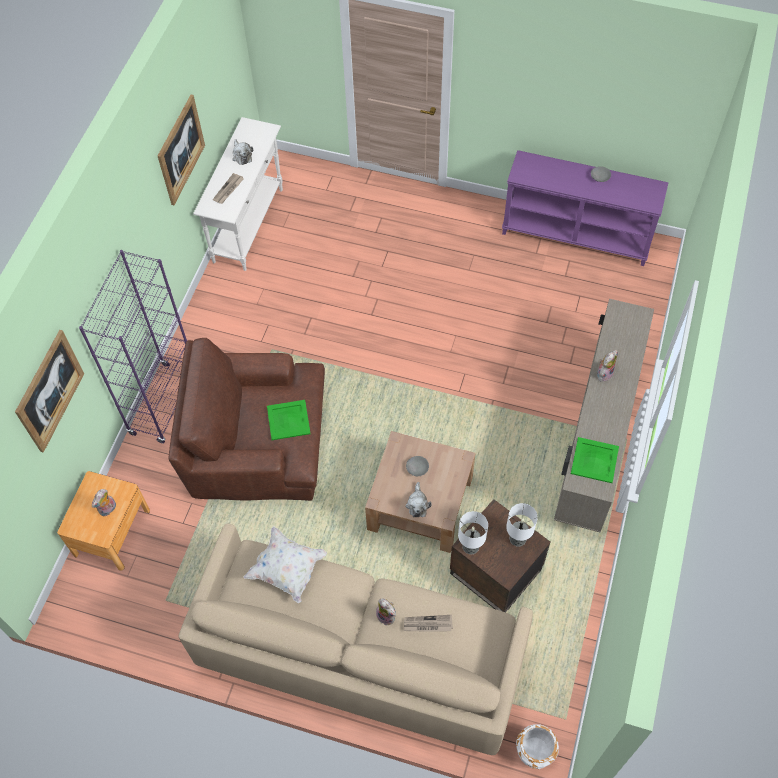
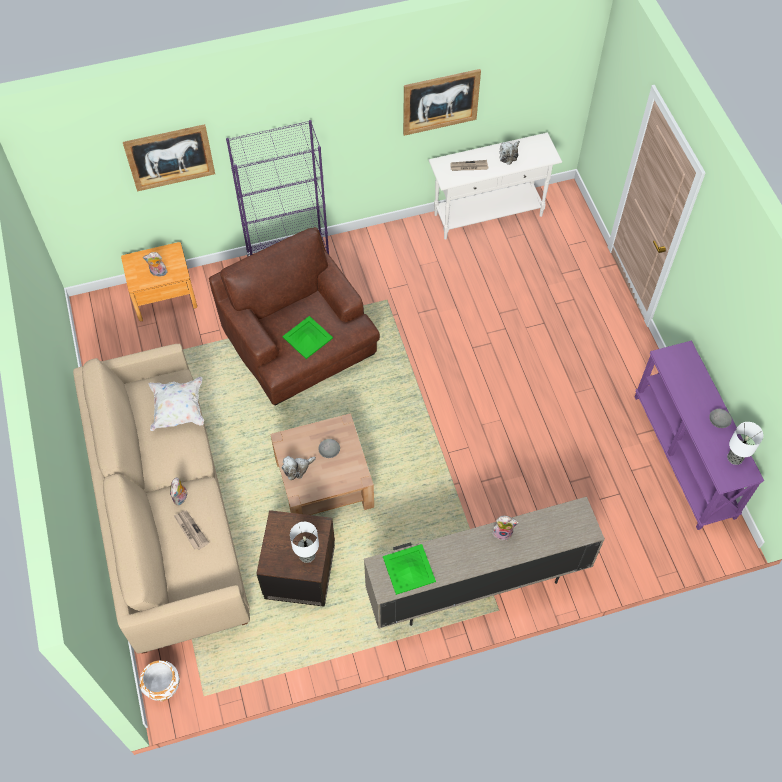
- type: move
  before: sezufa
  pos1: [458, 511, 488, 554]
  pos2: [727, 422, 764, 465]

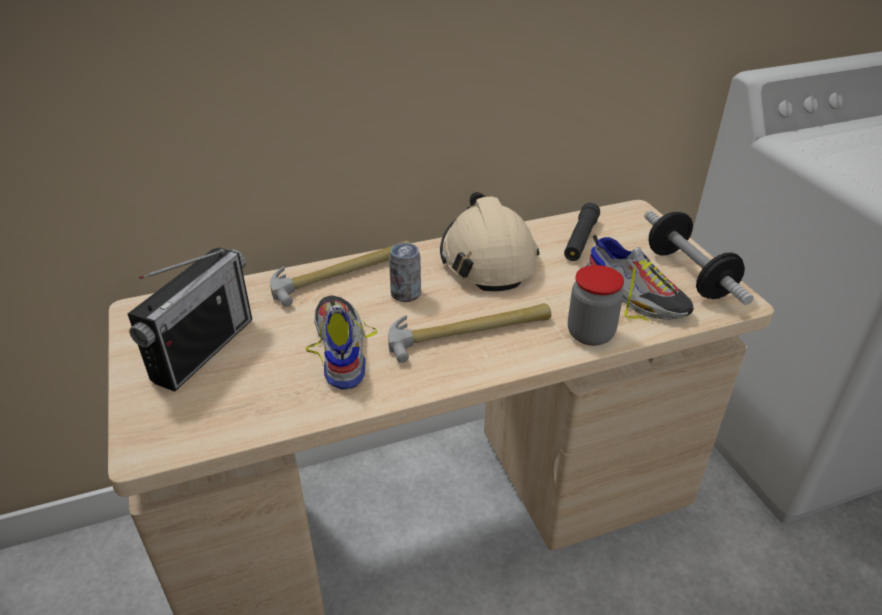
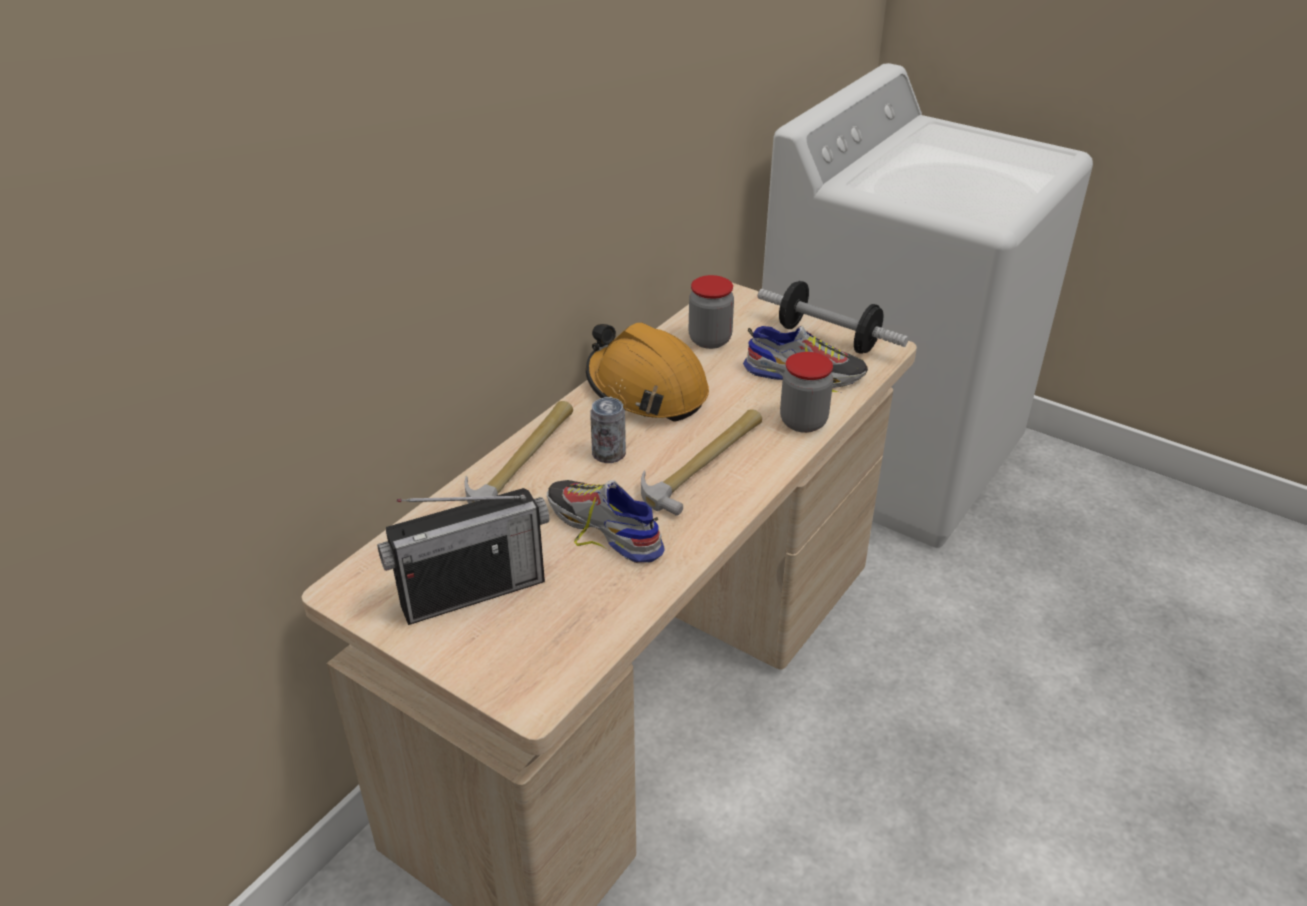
- type: replace
  before: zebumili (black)
  after: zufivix
  pos1: [564, 203, 600, 261]
  pos2: [689, 275, 734, 349]
- type: recolor
  before: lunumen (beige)
  after: lunumen (orange)
  pos1: [440, 192, 539, 291]
  pos2: [586, 323, 709, 422]
- type: rotate
  before: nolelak
  pos1: [128, 248, 252, 392]
  pos2: [377, 488, 549, 625]
  turn: 75

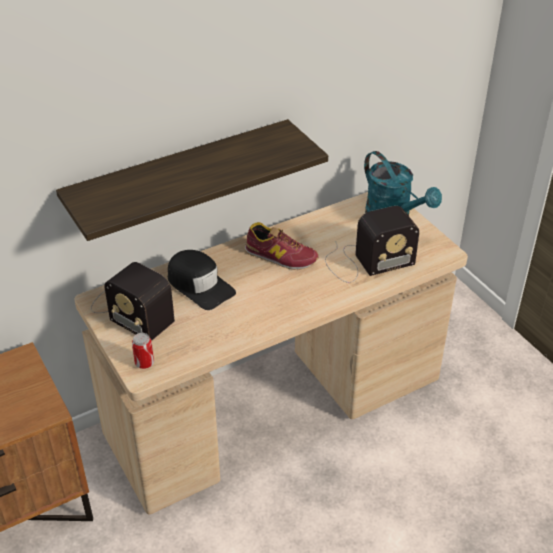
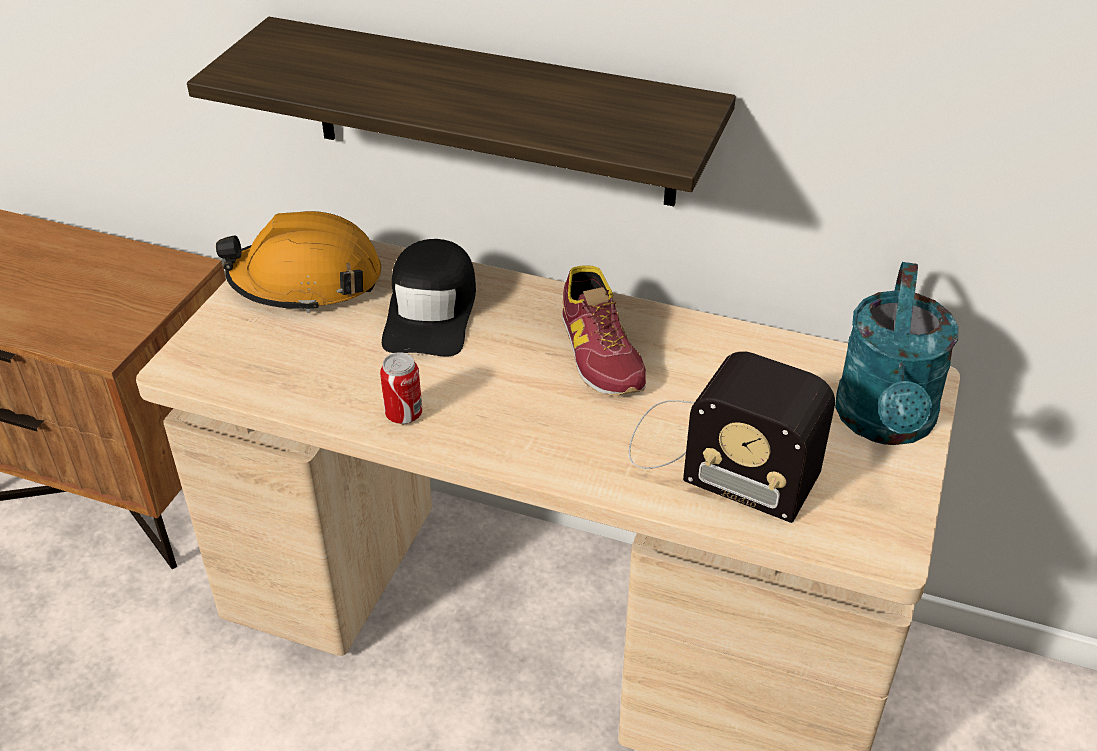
- type: move
  before: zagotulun
  pos1: [132, 333, 154, 369]
  pos2: [380, 352, 422, 424]
- type: replace
  before: nolelak
  after: lunumen (orange)
  pos1: [91, 262, 175, 340]
  pos2: [216, 211, 381, 313]

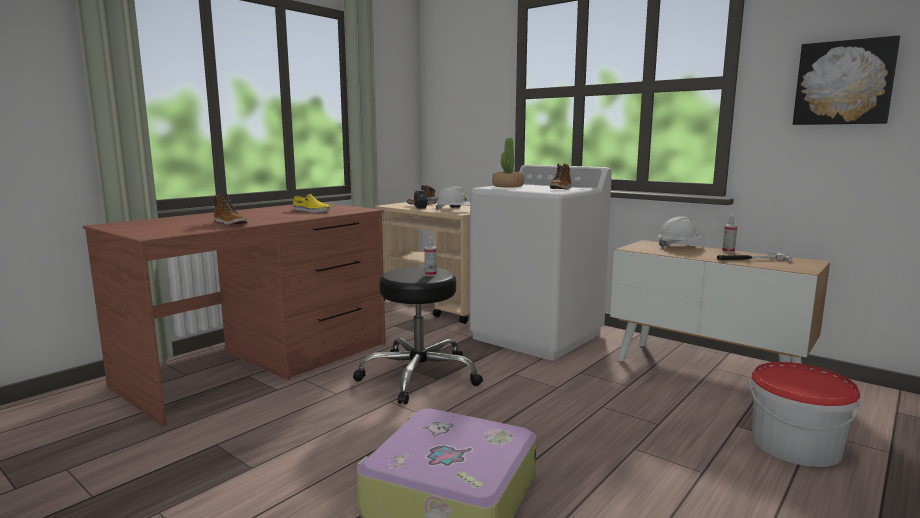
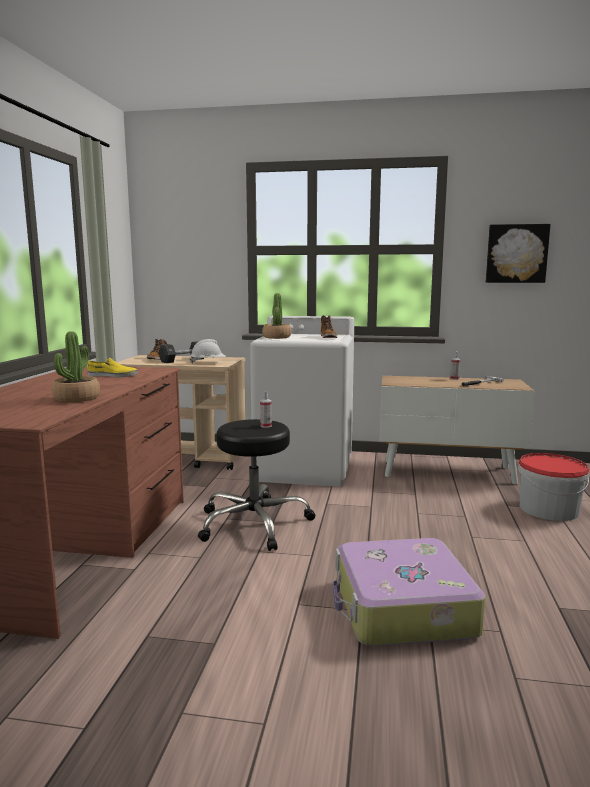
- type: delete
  before: lunumen (white)
  pos1: [658, 216, 703, 247]
- type: replace
  before: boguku
  after: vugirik
  pos1: [214, 194, 248, 226]
  pos2: [52, 331, 100, 403]

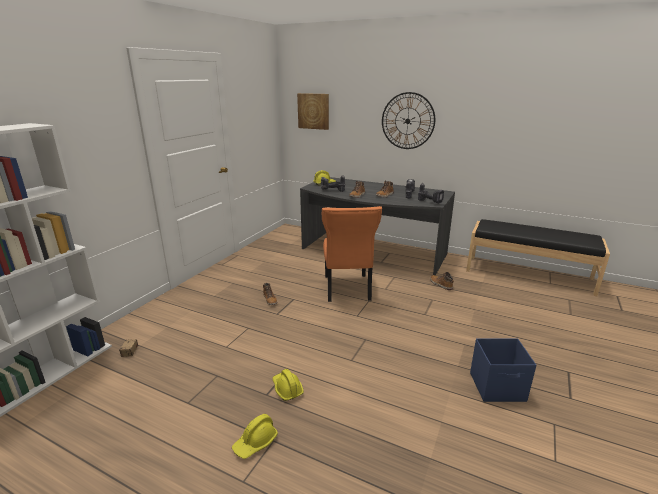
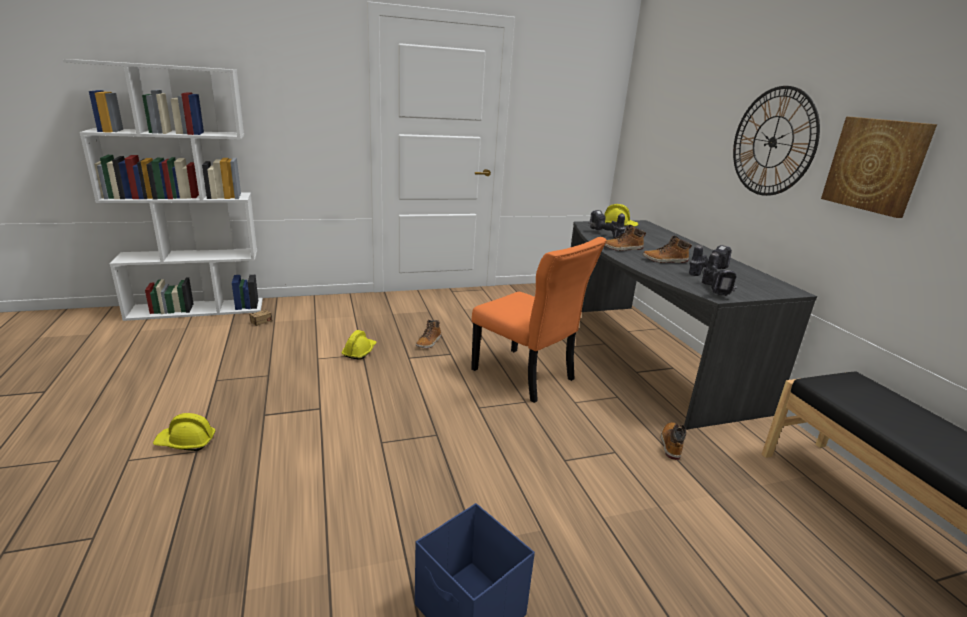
- type: move
  before: lunumen (yellow)
  pos1: [272, 369, 304, 401]
  pos2: [342, 330, 377, 360]
- type: move
  before: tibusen
  pos1: [297, 93, 329, 130]
  pos2: [821, 117, 937, 218]
- type: rotate
  before: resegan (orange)
  pos1: [322, 206, 382, 302]
  pos2: [471, 237, 607, 403]
  turn: -90

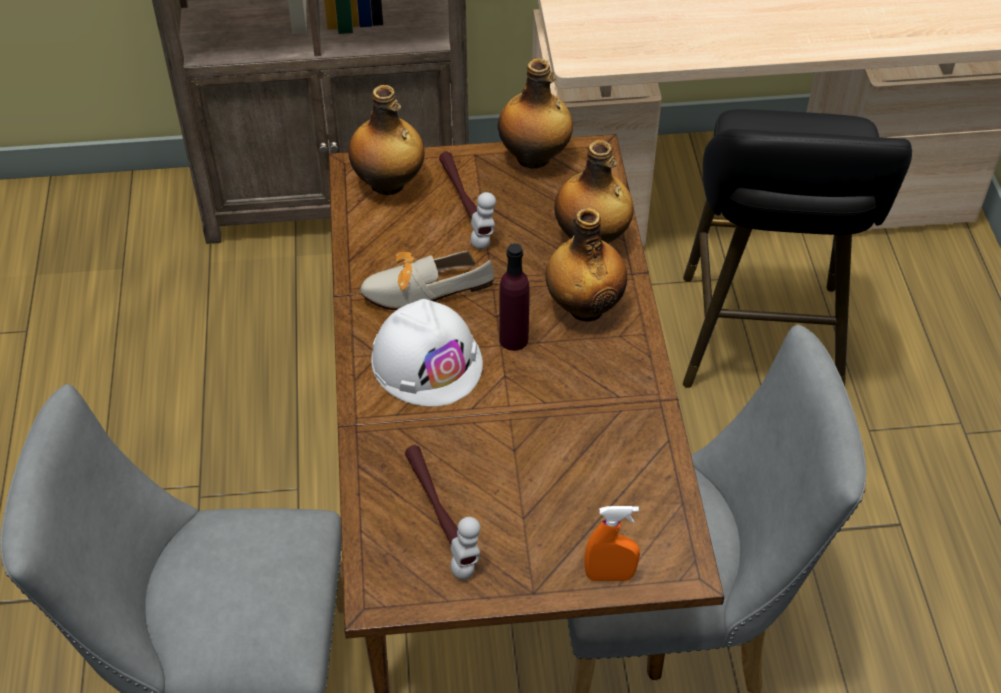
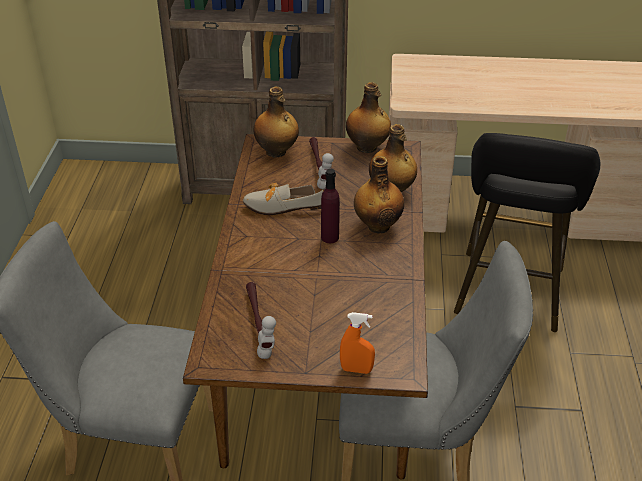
- type: delete
  before: lunumen (white)
  pos1: [371, 299, 483, 407]

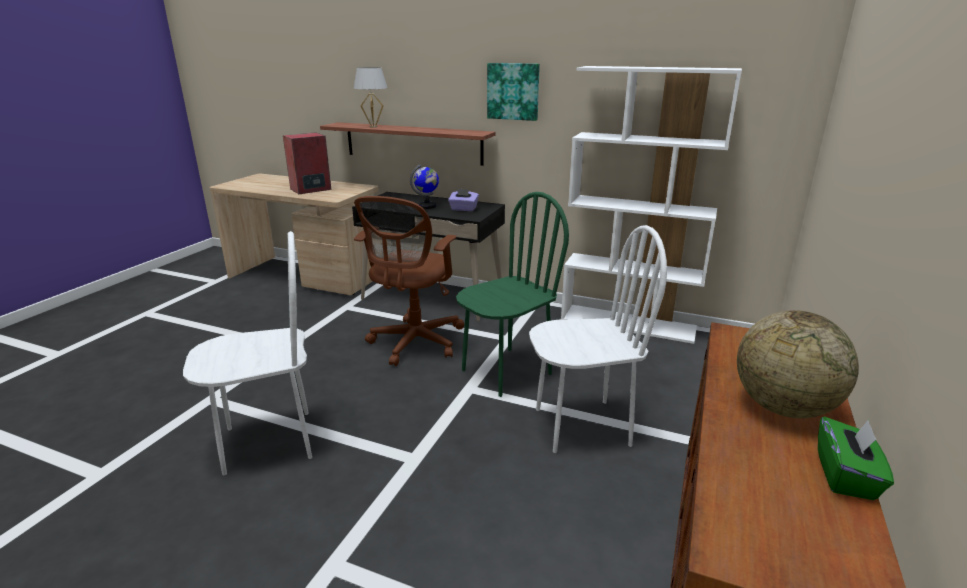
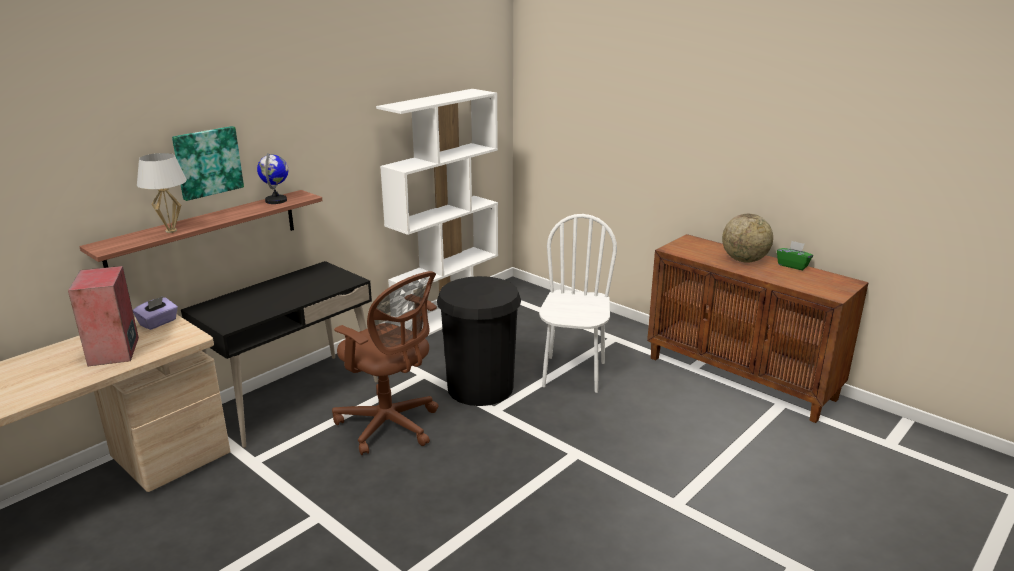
- type: delete
  before: resegan (white)
  pos1: [183, 231, 312, 475]
- type: move
  before: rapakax
  pos1: [410, 164, 439, 209]
  pos2: [257, 153, 289, 204]
- type: move
  before: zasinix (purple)
  pos1: [448, 188, 479, 211]
  pos2: [133, 296, 178, 330]
- type: move
  before: tibusen
  pos1: [487, 63, 540, 121]
  pos2: [172, 126, 244, 201]
- type: replace
  before: resegan (green)
  after: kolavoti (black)
  pos1: [456, 192, 569, 397]
  pos2: [437, 276, 521, 406]

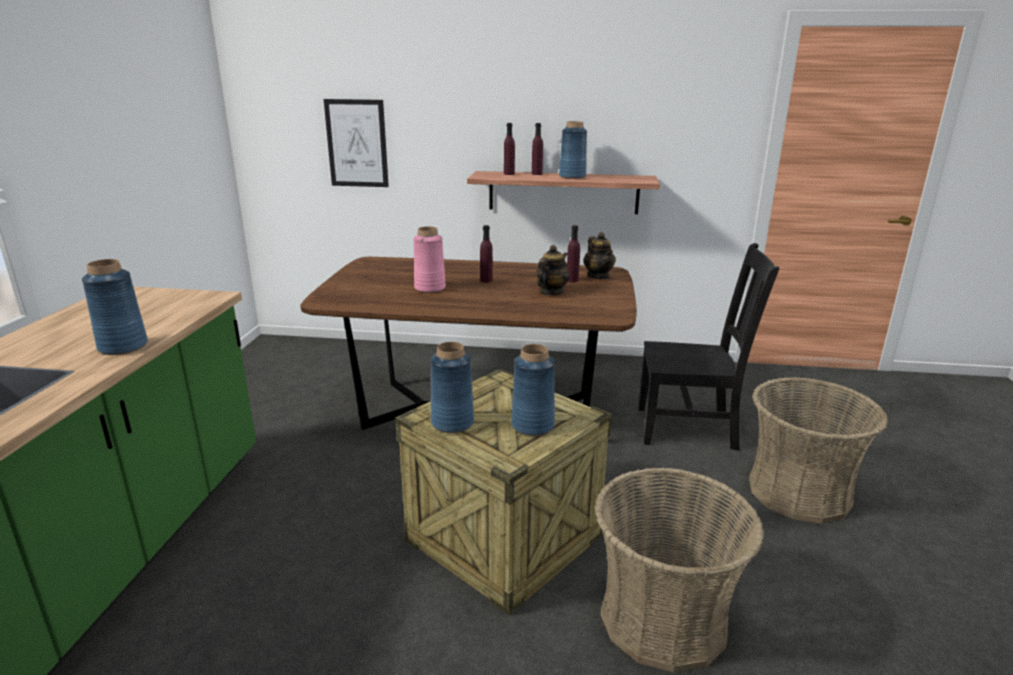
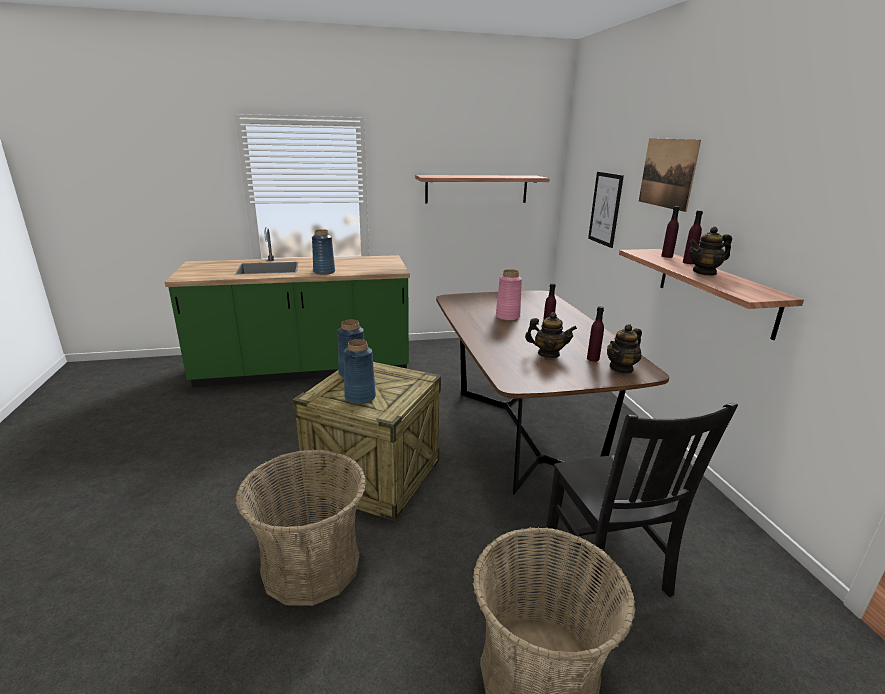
- type: insert
  after: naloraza
  pos2: [415, 175, 550, 203]
- type: insert
  after: tibusen
  pos2: [639, 138, 701, 212]
- type: replace
  before: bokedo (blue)
  after: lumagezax
  pos1: [559, 121, 587, 179]
  pos2: [689, 227, 732, 276]

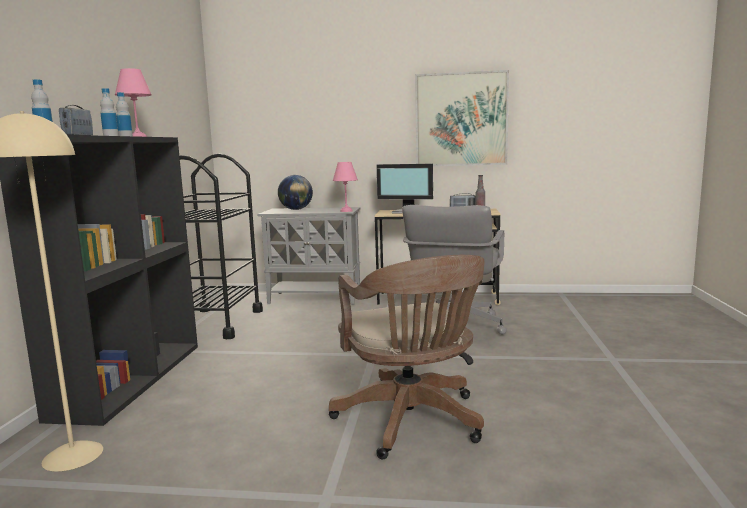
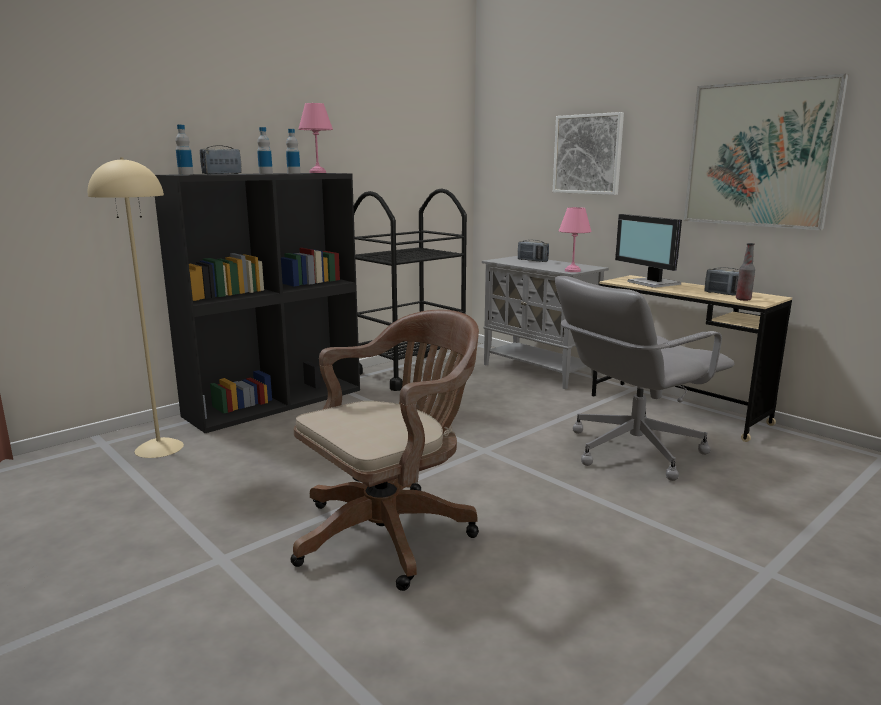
- type: insert
  after: tibusen
  pos2: [553, 112, 624, 195]
- type: replace
  before: rapakax
  after: nolelak
  pos1: [278, 175, 313, 210]
  pos2: [518, 240, 549, 262]
- type: rotate
  before: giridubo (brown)
  pos1: [329, 255, 485, 460]
  pos2: [291, 310, 479, 591]
  turn: -150

